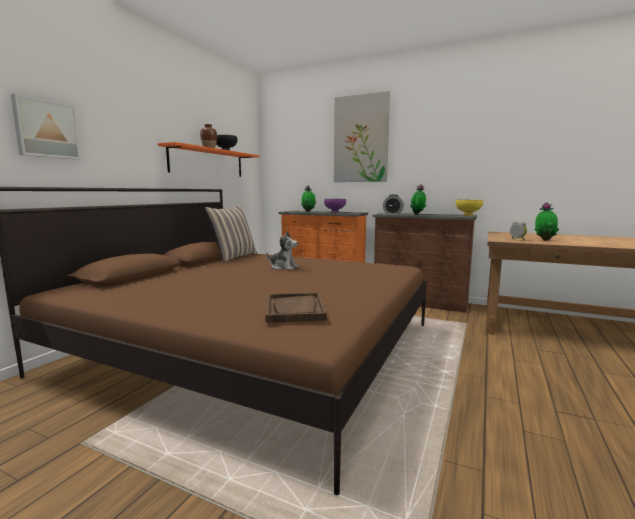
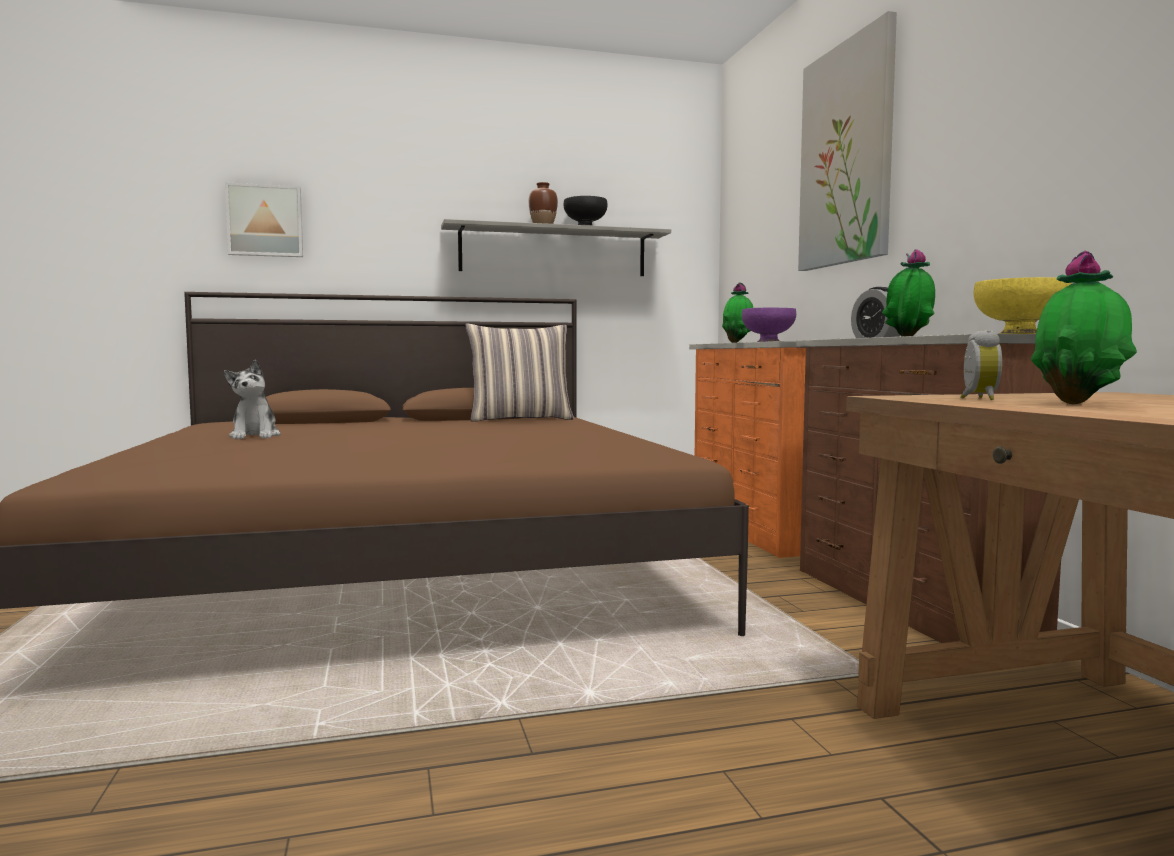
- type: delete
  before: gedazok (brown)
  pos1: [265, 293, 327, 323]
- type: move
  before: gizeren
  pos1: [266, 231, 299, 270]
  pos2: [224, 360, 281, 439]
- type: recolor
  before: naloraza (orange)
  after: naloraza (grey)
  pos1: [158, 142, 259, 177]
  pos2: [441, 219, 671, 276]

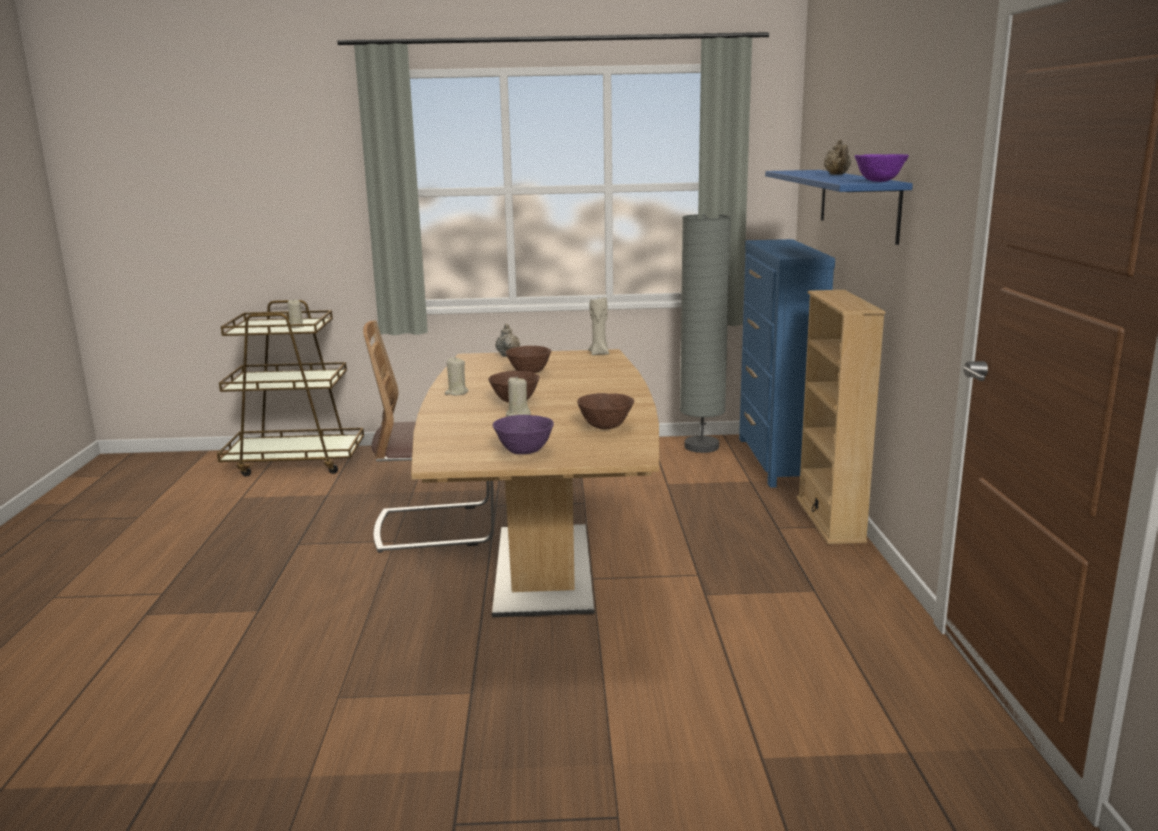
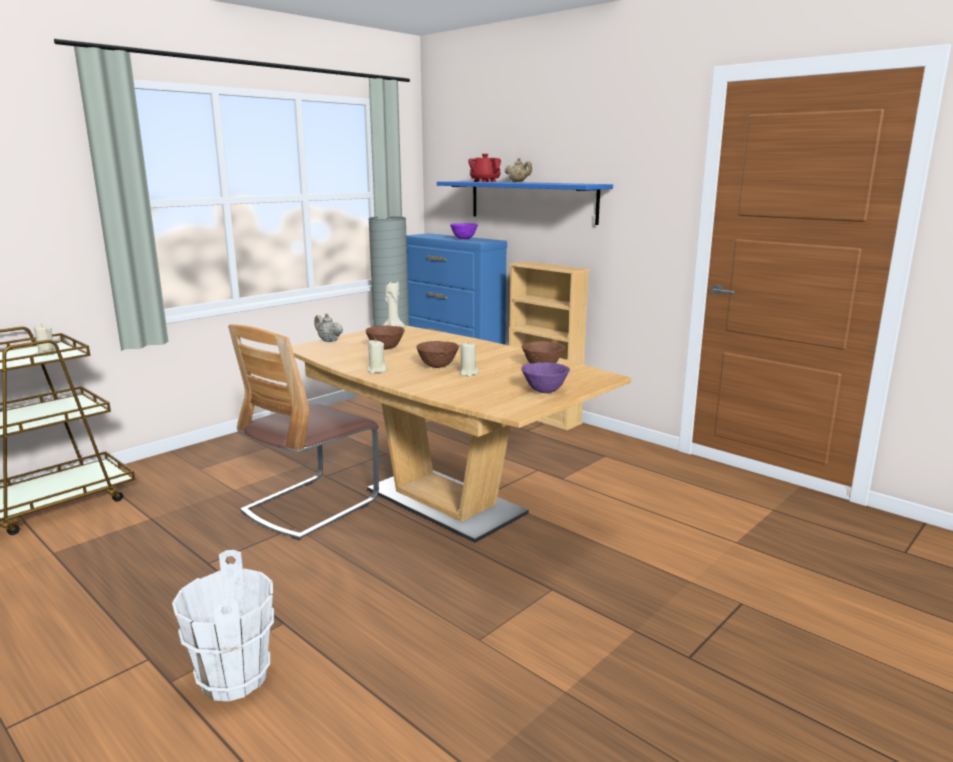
- type: insert
  after: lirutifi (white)
  pos2: [172, 550, 274, 701]
- type: insert
  after: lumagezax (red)
  pos2: [468, 154, 501, 182]
- type: move
  before: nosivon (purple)
  pos1: [855, 154, 909, 182]
  pos2: [450, 223, 478, 239]

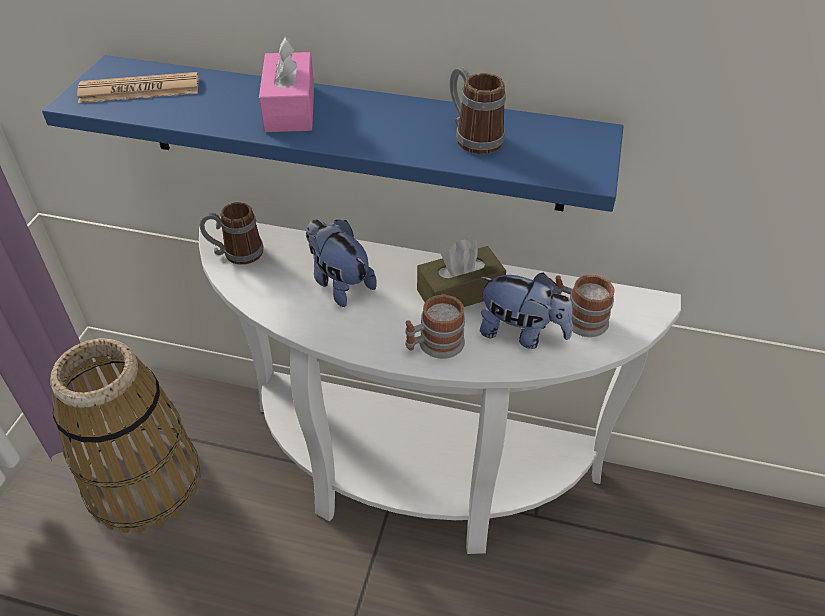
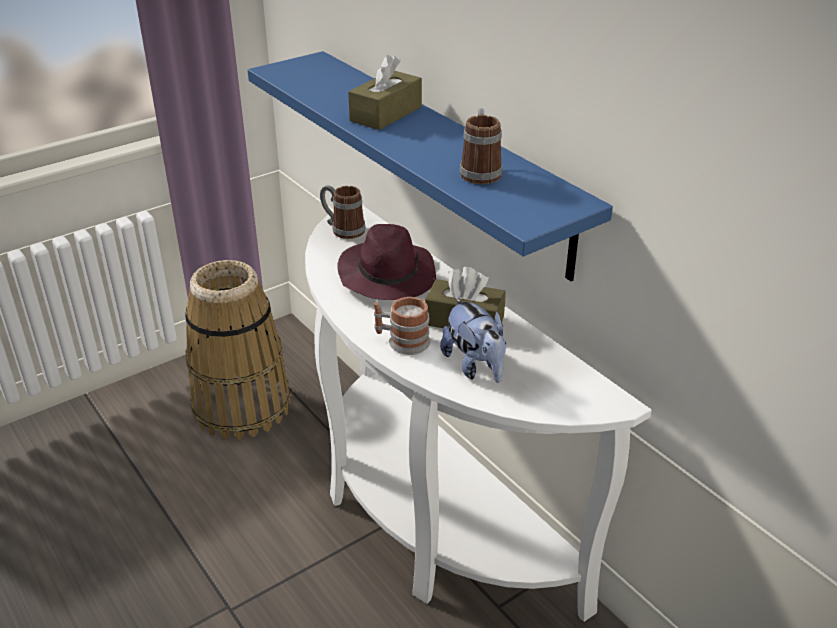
- type: delete
  before: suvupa
  pos1: [77, 72, 198, 103]
- type: delete
  before: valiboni
  pos1: [556, 275, 615, 337]
- type: replace
  before: gizeren
  after: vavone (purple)
  pos1: [306, 219, 377, 307]
  pos2: [337, 224, 436, 300]
- type: recolor
  before: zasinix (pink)
  after: zasinix (brown)
  pos1: [259, 36, 314, 132]
  pos2: [348, 55, 422, 130]

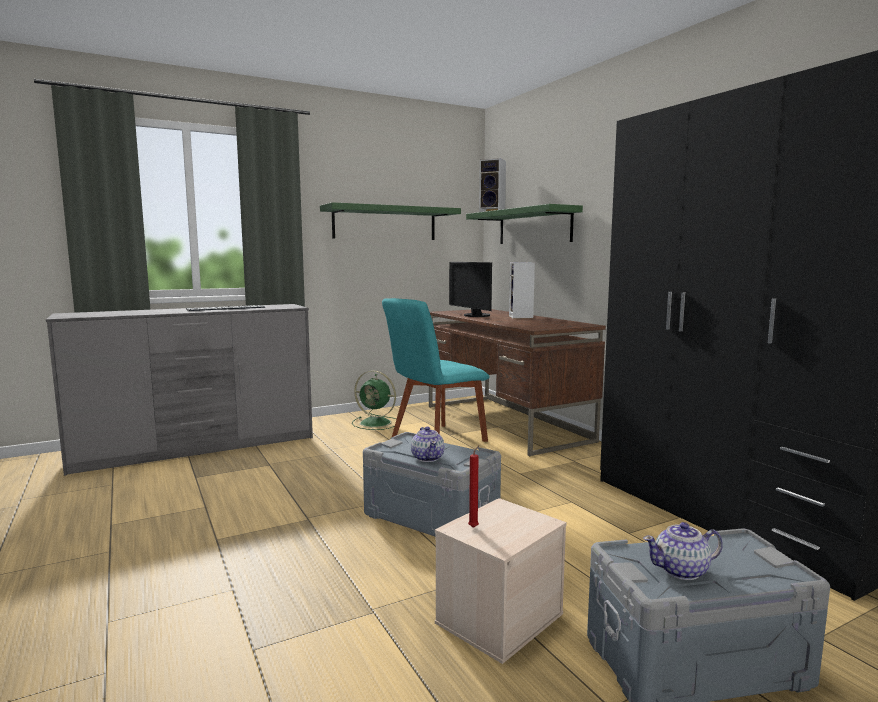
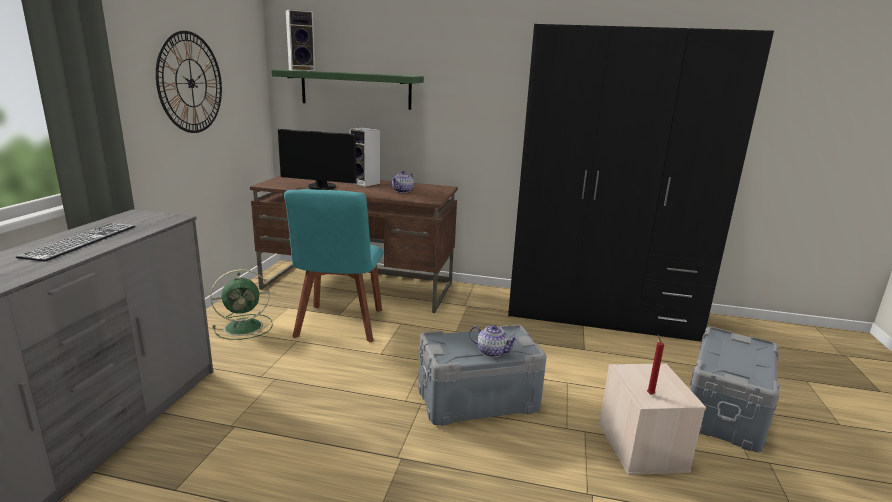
- type: move
  before: lumagezax
  pos1: [643, 522, 723, 580]
  pos2: [392, 170, 414, 193]
- type: replace
  before: naloraza (green)
  after: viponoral
  pos1: [320, 202, 461, 240]
  pos2: [156, 31, 222, 133]

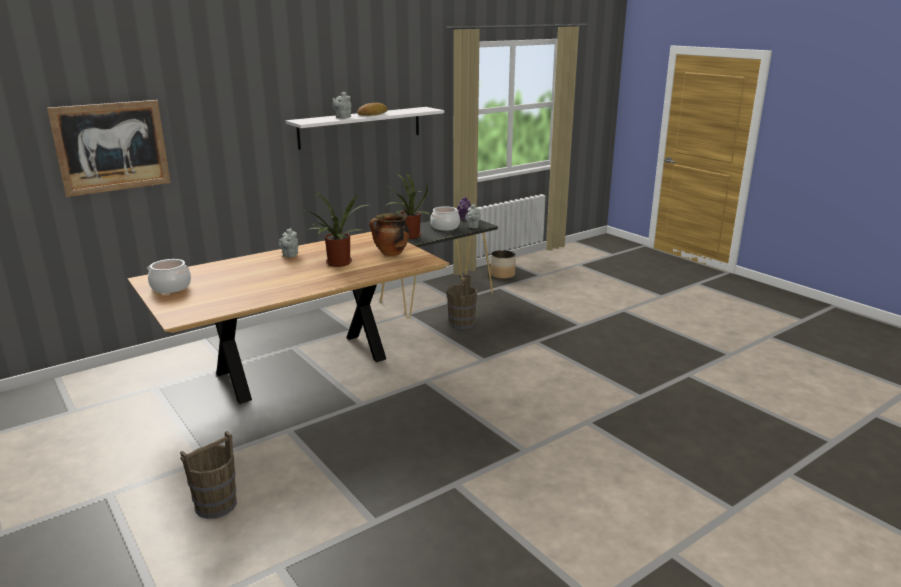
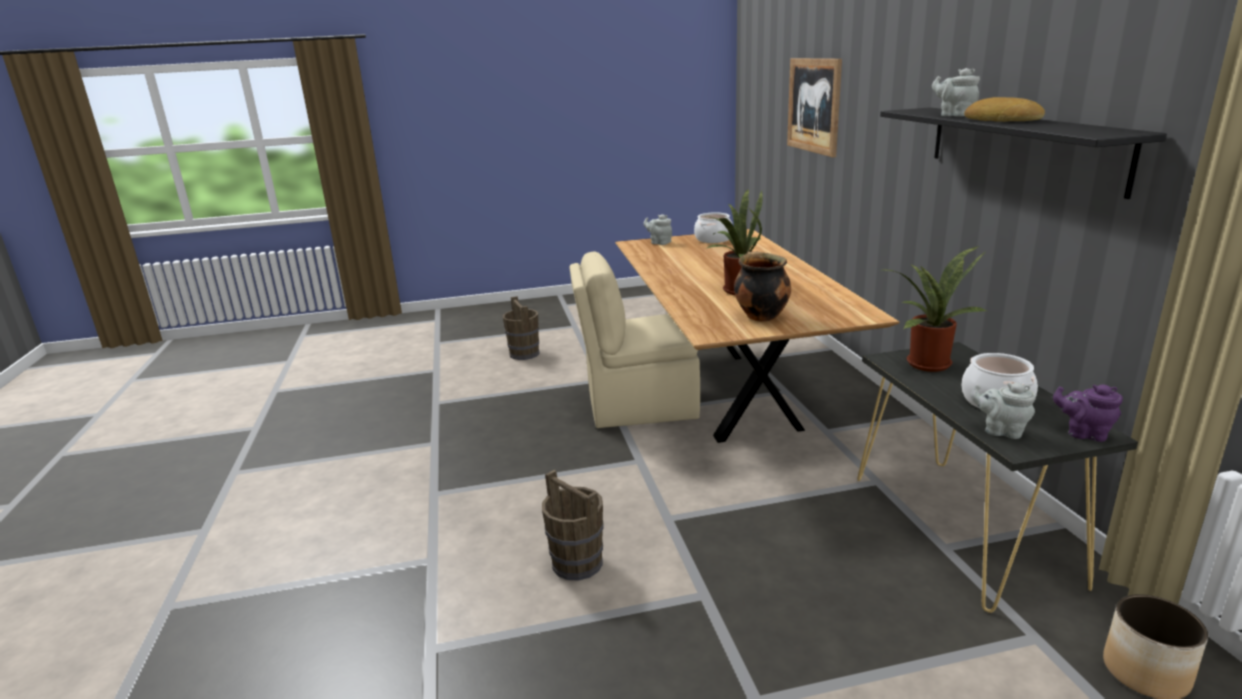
- type: insert
  after: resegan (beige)
  pos2: [569, 251, 700, 428]
- type: move
  before: lumagezax (grey)
  pos1: [279, 228, 298, 258]
  pos2: [643, 214, 672, 245]
- type: move
  before: lirutifi (brown)
  pos1: [447, 274, 477, 329]
  pos2: [542, 470, 604, 581]
- type: recolor
  before: naloraza (white)
  after: naloraza (black)
  pos1: [285, 107, 444, 150]
  pos2: [880, 107, 1167, 199]

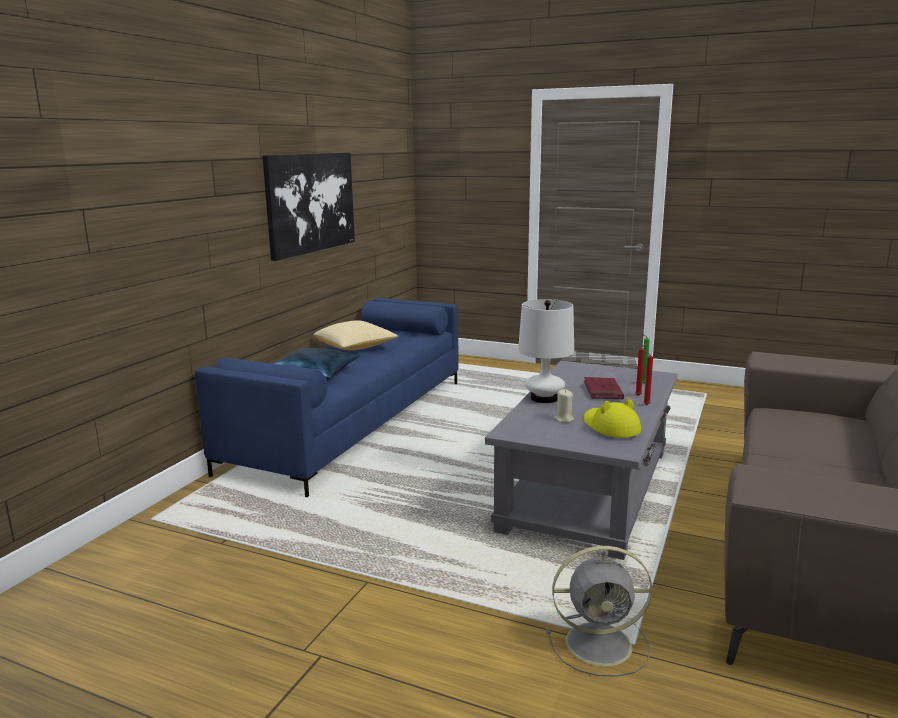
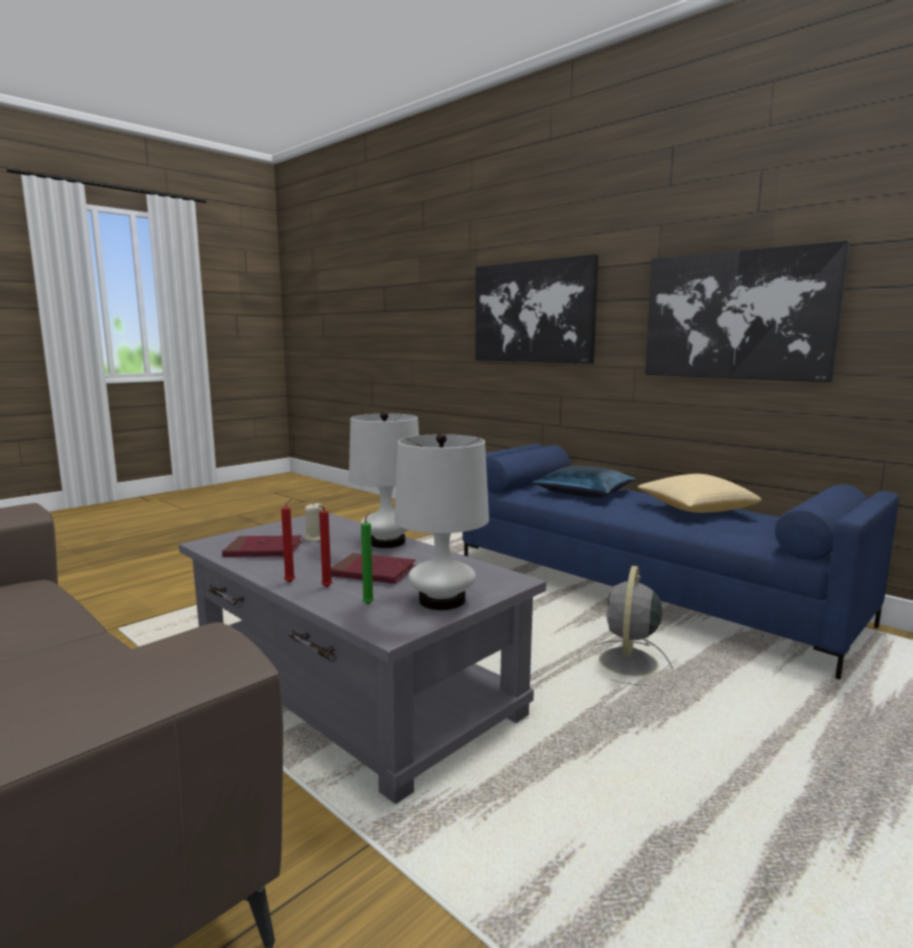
- type: insert
  after: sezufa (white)
  pos2: [394, 433, 489, 610]
- type: insert
  after: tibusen
  pos2: [475, 254, 599, 364]
- type: move
  before: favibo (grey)
  pos1: [546, 546, 652, 677]
  pos2: [588, 566, 673, 686]
- type: replace
  before: vavone (yellow)
  after: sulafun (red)
  pos1: [584, 398, 641, 438]
  pos2: [222, 535, 302, 557]

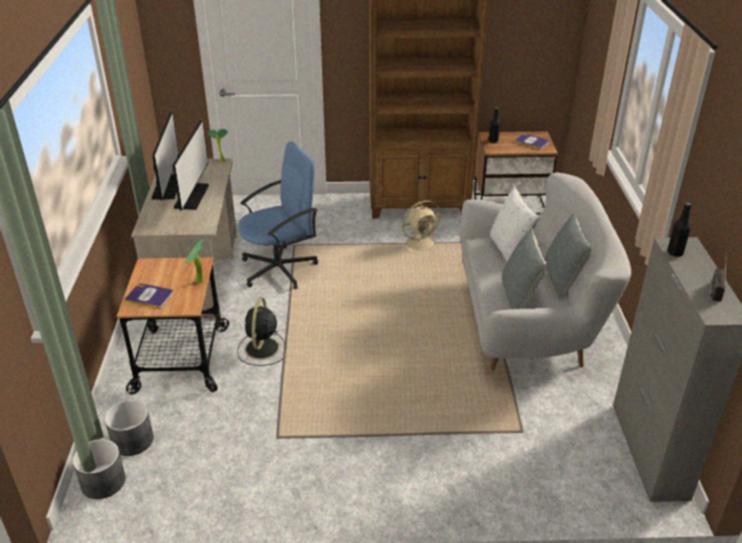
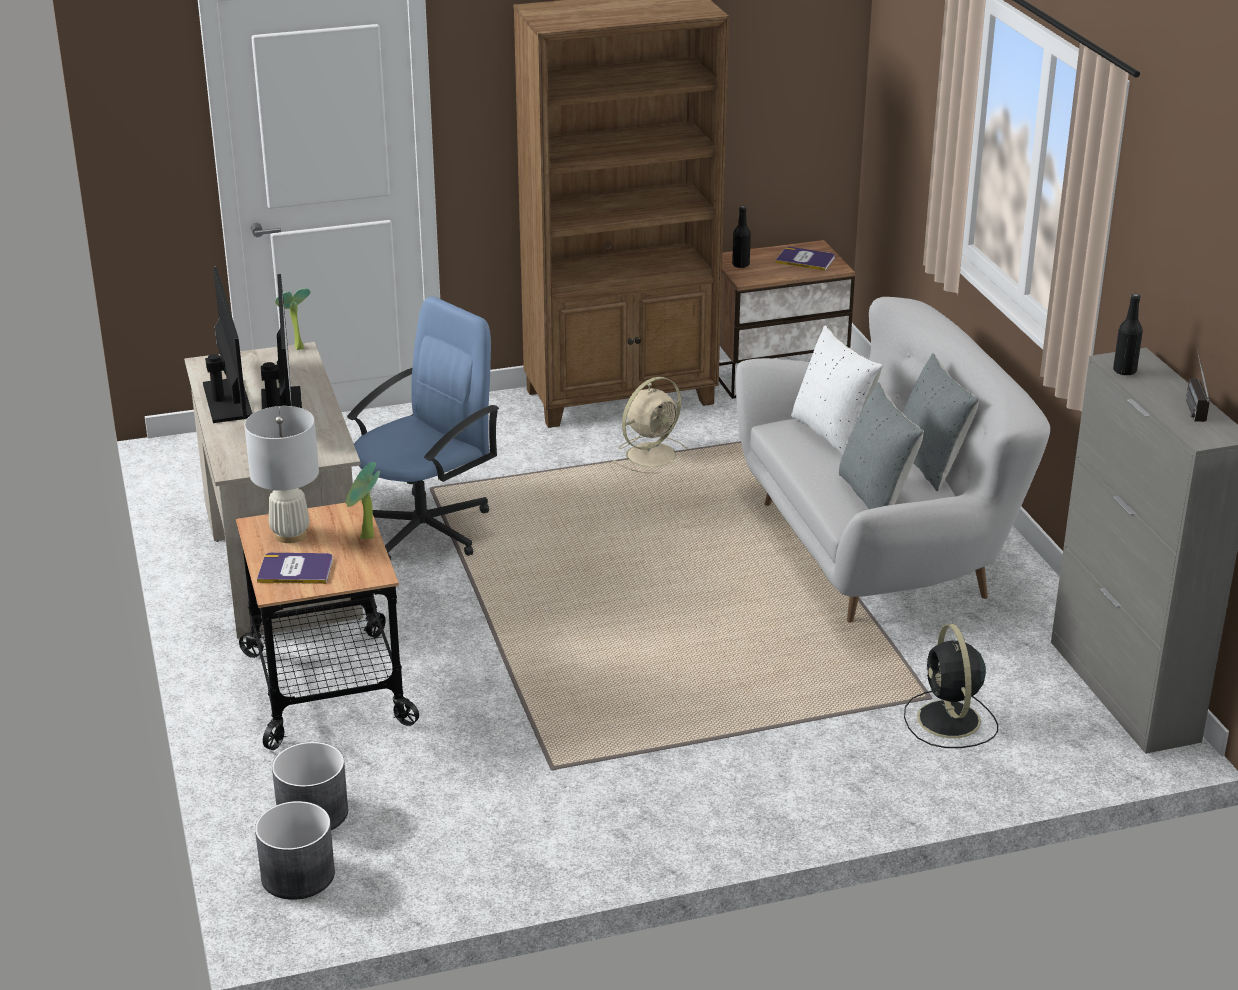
- type: insert
  after: sezufa (white)
  pos2: [244, 406, 319, 543]
- type: move
  before: favibo (black)
  pos1: [237, 298, 286, 366]
  pos2: [904, 624, 998, 748]

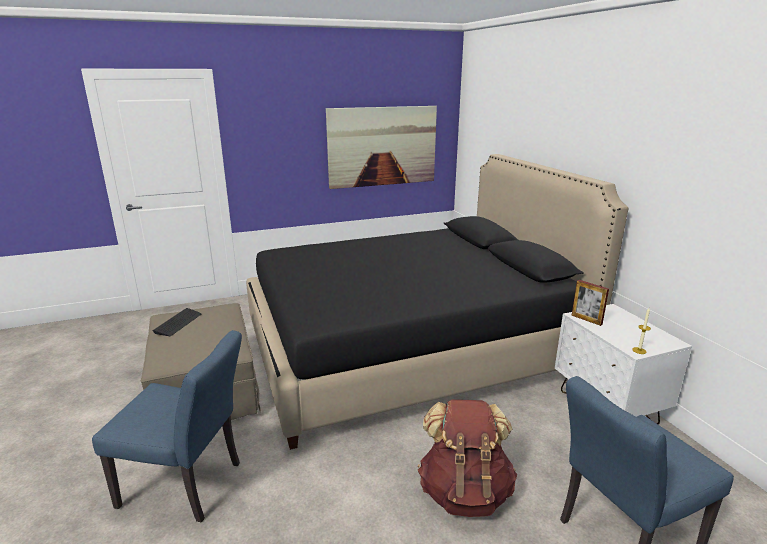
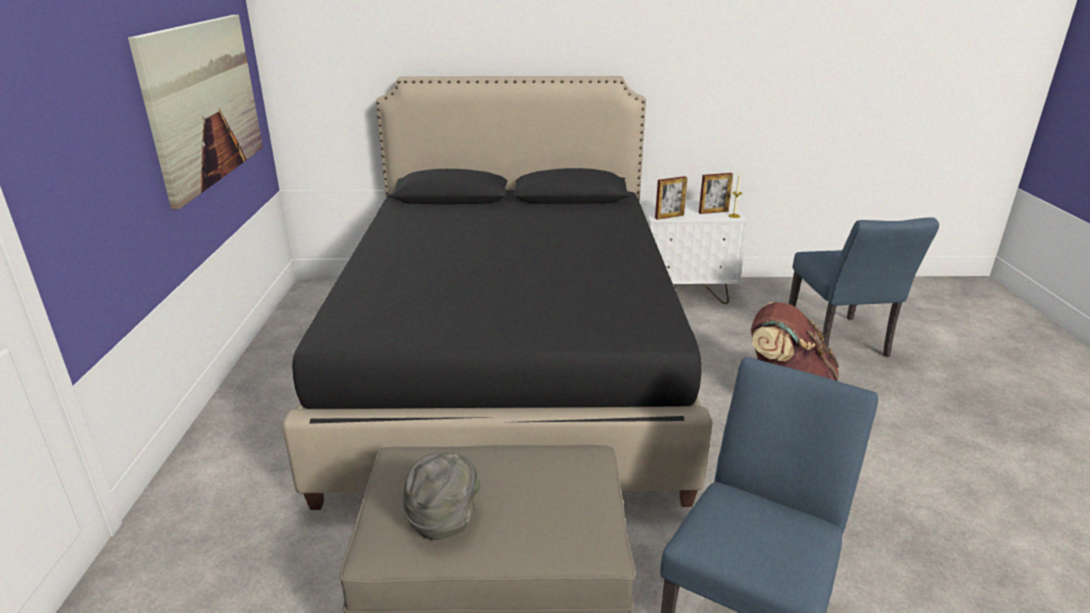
- type: insert
  after: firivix
  pos2: [699, 173, 733, 214]
- type: replace
  before: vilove
  after: vavone (grey)
  pos1: [153, 308, 201, 336]
  pos2: [402, 452, 480, 540]

